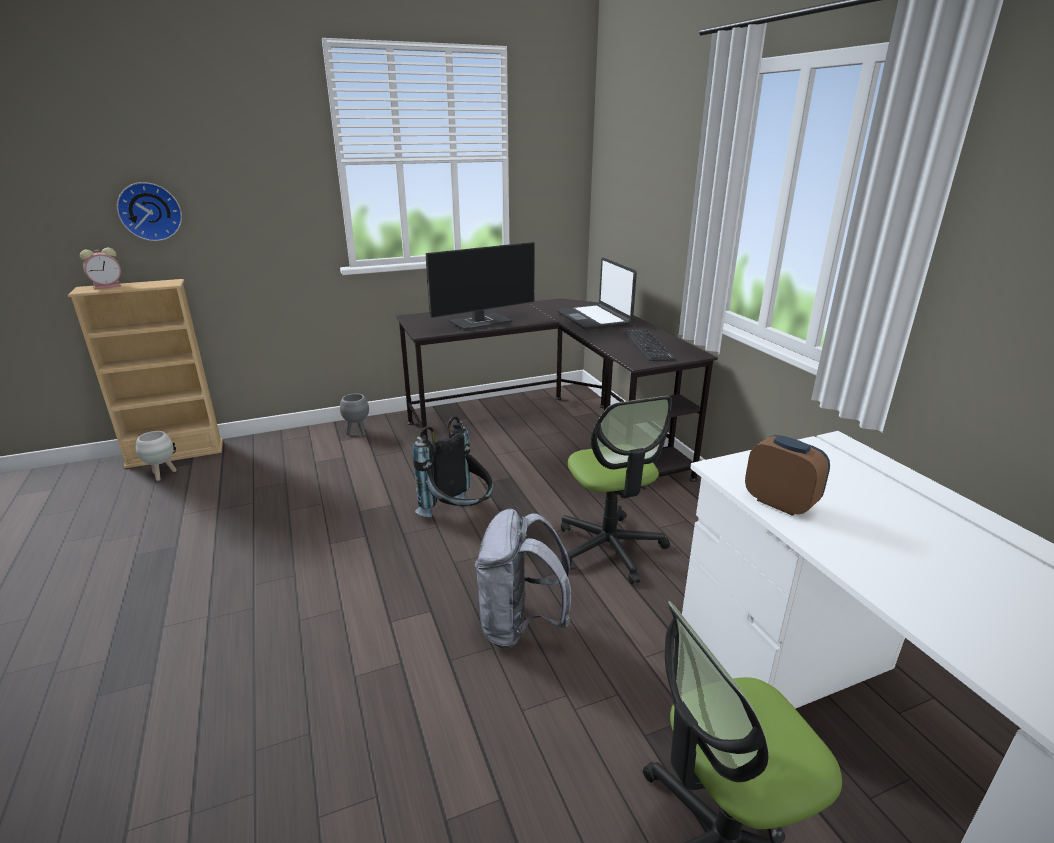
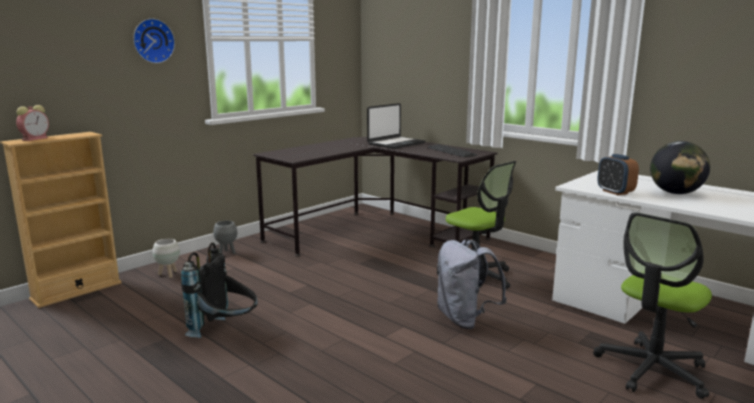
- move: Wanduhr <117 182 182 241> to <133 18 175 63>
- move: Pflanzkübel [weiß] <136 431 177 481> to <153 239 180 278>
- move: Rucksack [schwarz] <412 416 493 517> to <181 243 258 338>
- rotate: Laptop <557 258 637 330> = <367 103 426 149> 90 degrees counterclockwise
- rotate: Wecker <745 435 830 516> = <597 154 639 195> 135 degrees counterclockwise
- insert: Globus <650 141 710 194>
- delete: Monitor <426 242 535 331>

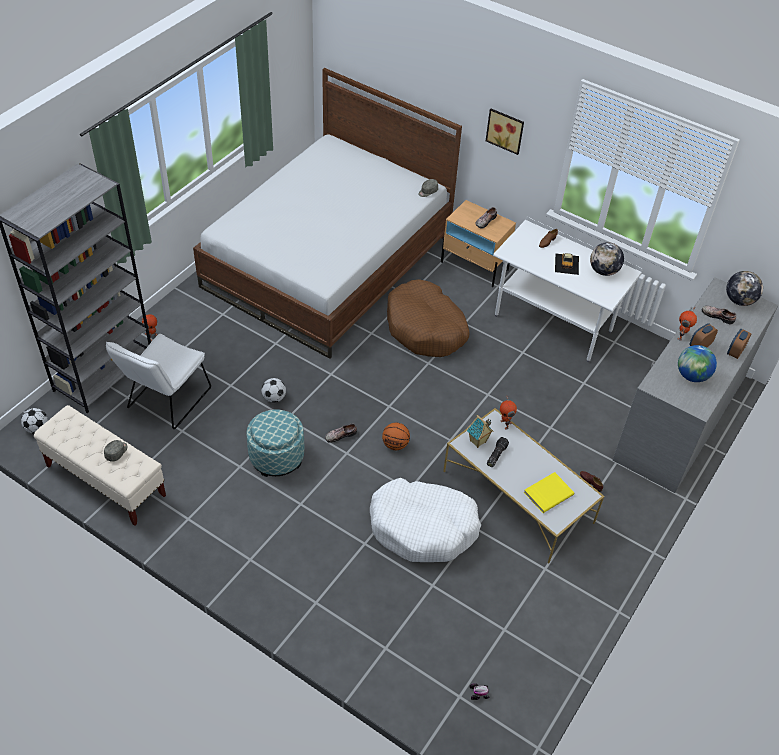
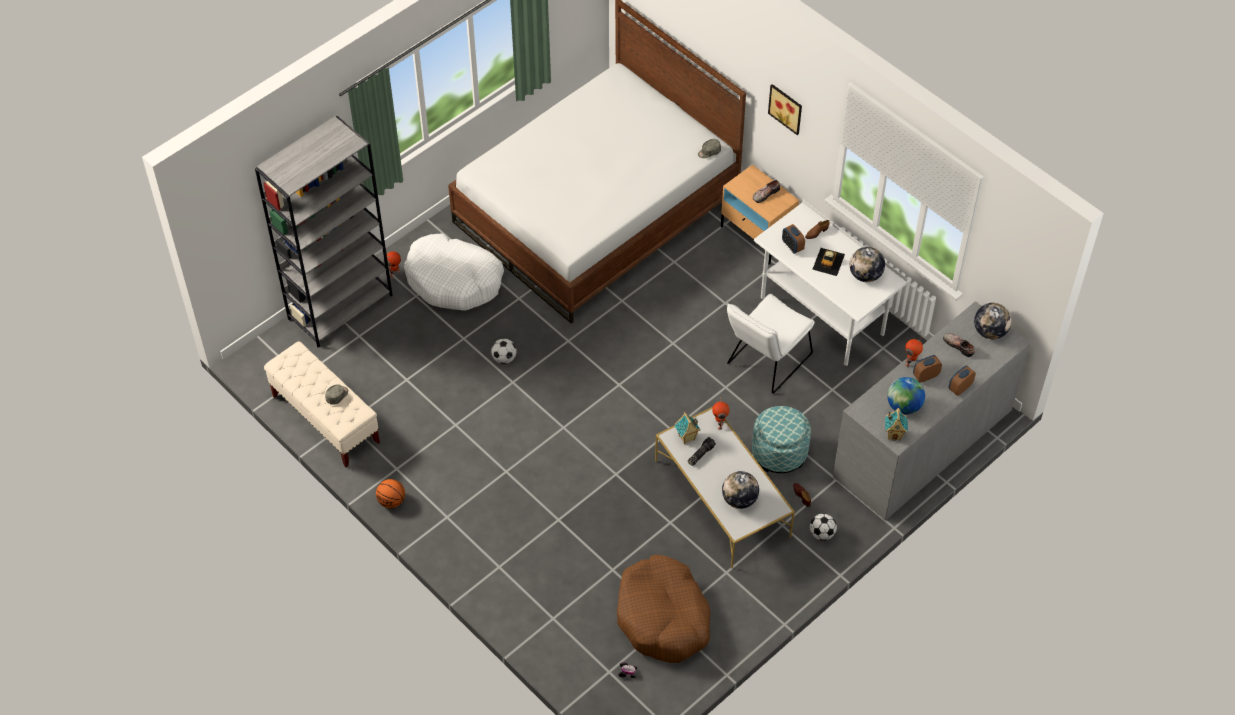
- move: Basketball <382 423 410 450> to <376 479 405 508>
- move: Hundebett [weiß] <370 478 481 562> to <404 233 504 311>
- move: Hundebett [braun] <387 279 469 357> to <617 555 711 663>
- replace: Buch [gelb] <524 472 574 513> to Globus <722 471 759 509>
- move: Stuhl [weiß] <106 334 211 429> to <727 294 815 393>
- move: Polsterhocker <247 409 304 477> to <752 406 811 473>
- insert: Wecker <782 224 805 254>
- move: Fußball <21 408 48 433> to <810 514 837 541>
- insert: Spielzeughaus <885 408 908 441>
- delete: Schuh <325 423 357 443>

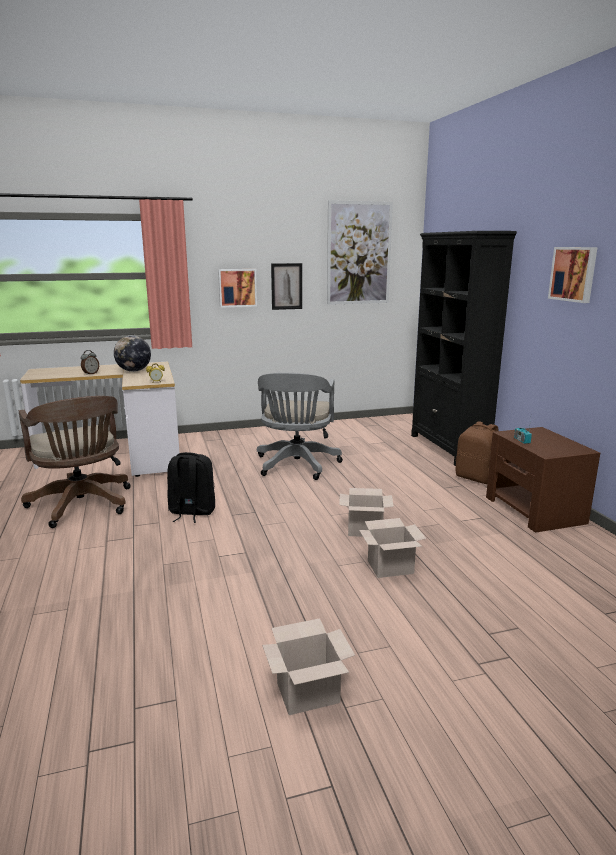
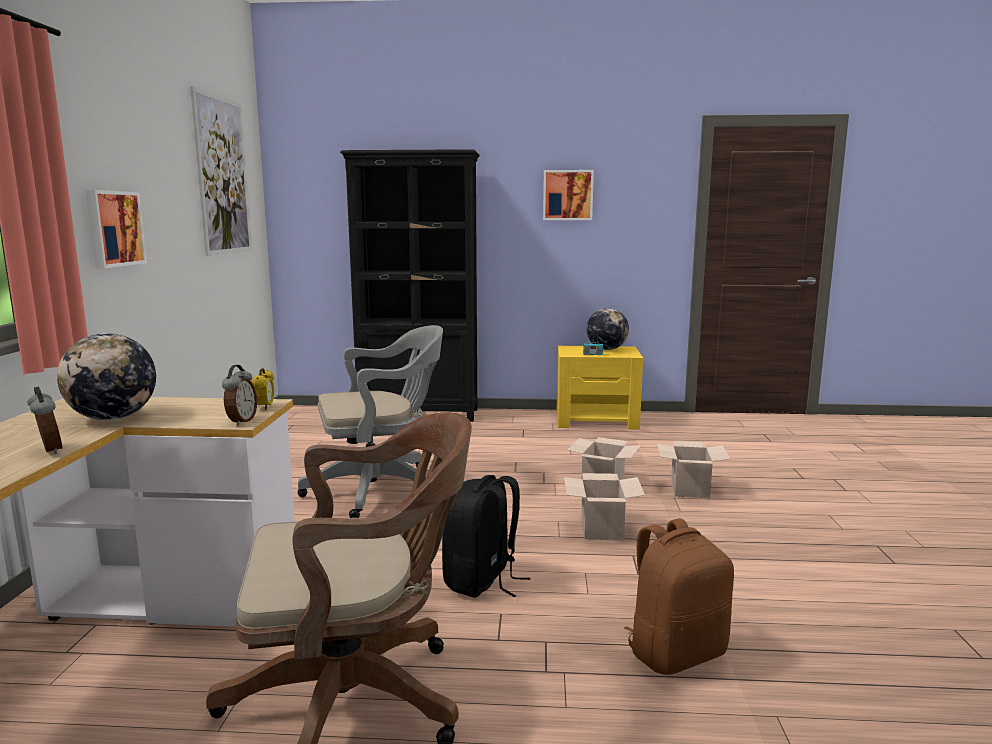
- insert: Wecker <222 365 257 426>
- rotate: Bürostuhl [grau] <257 373 343 480> = <298 325 443 518> 45 degrees counterclockwise
- recolor: Nachttisch [braun] <486 427 600 532> to Nachttisch [gelb] <557 346 643 430>
- move: Karton <262 619 355 715> to <564 473 645 540>
- insert: Globus <587 308 629 350>
- move: Rucksack [braun] <456 421 499 484> to <624 518 734 675>
- delete: Bild <271 263 302 310>

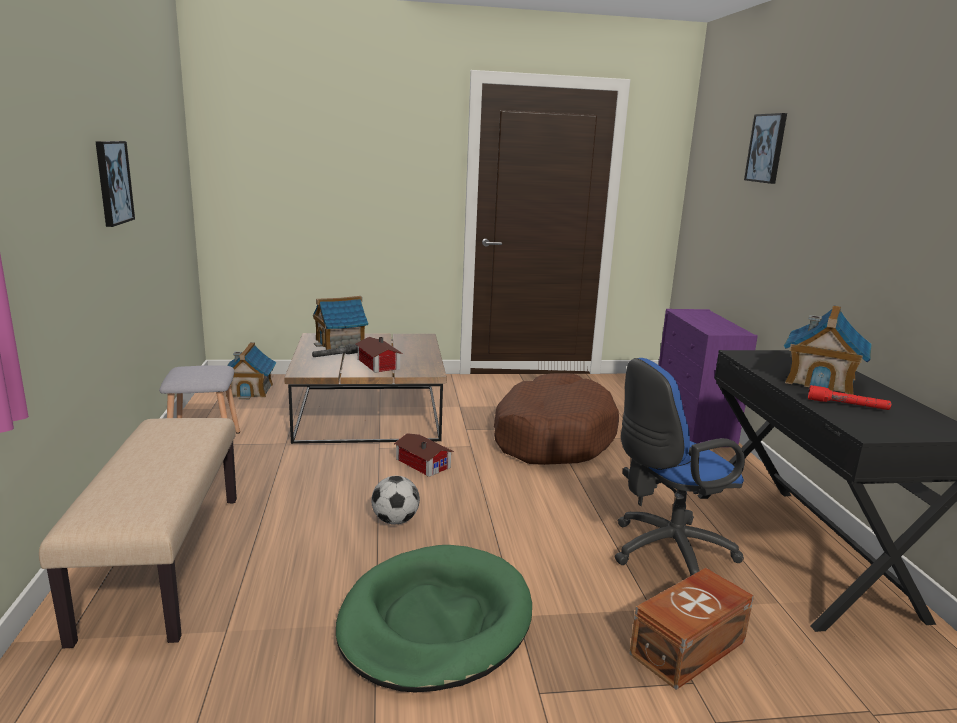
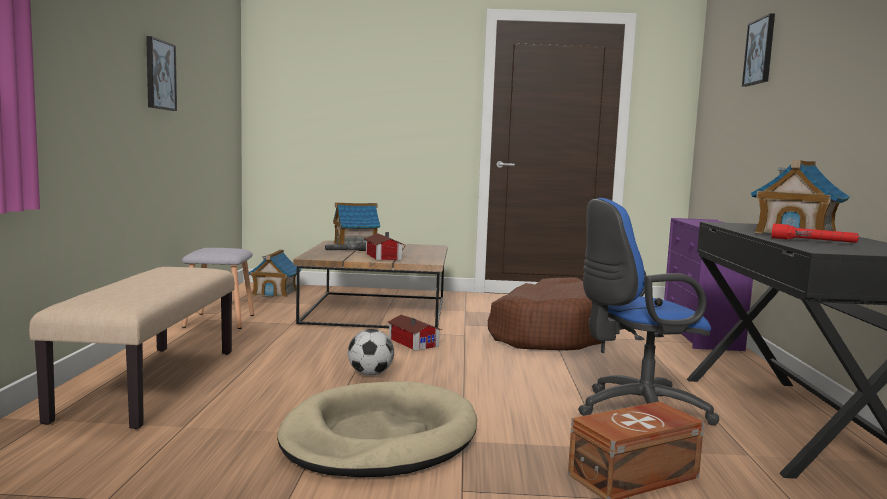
- recolor: Hundebett [grün] <336 545 532 693> to Hundebett [beige] <277 381 477 477>

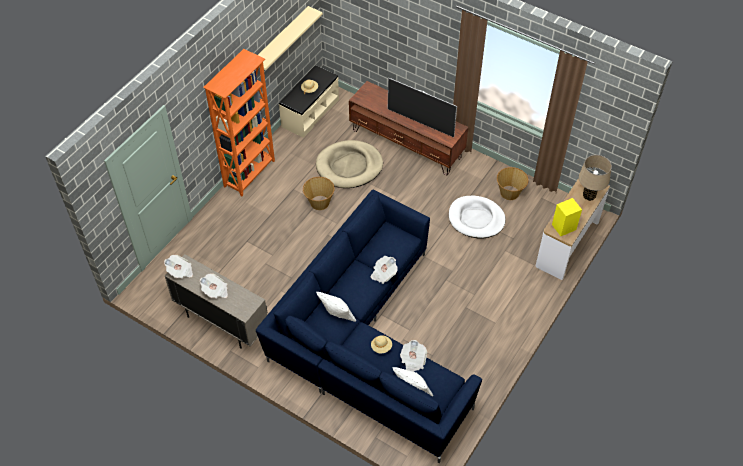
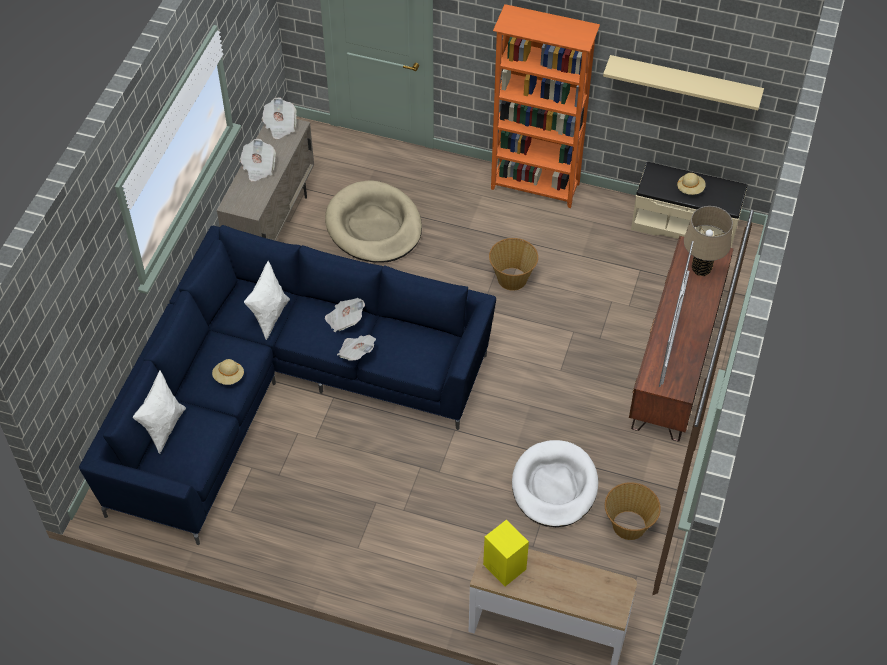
- move: Hundebett [beige] <316 140 383 188> to <325 180 422 263>
- move: Zeitung <400 340 427 372> to <325 298 365 332>
- move: Tischlampe [beige] <579 155 612 201> to <684 206 733 276>

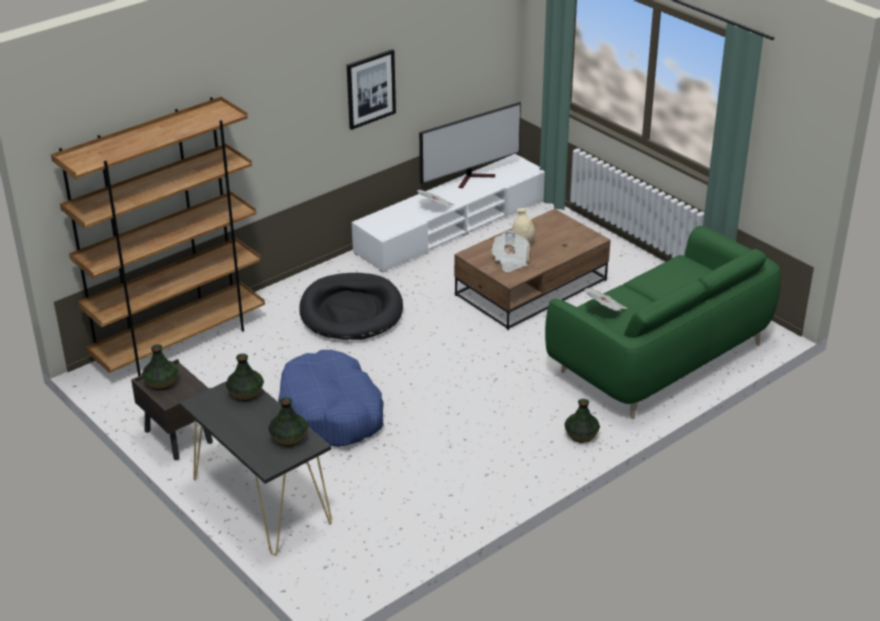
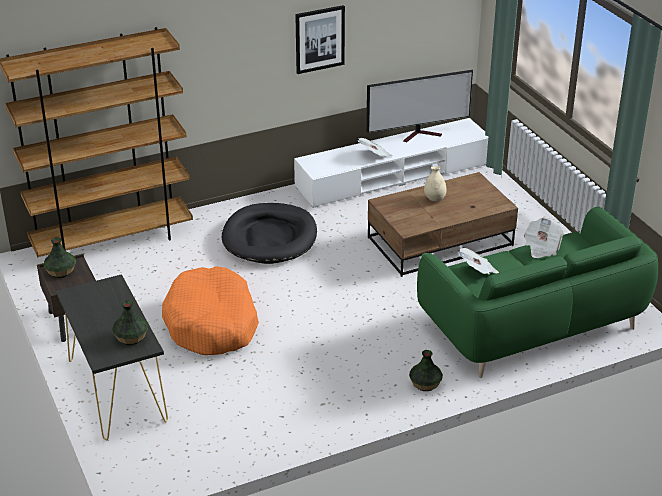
- recolor: Hundebett [blau] <278 350 384 447> to Hundebett [orange] <162 266 259 355>
- move: Zeitung <491 231 530 272> to <524 217 564 258>
- delete: Vase <226 354 264 401>

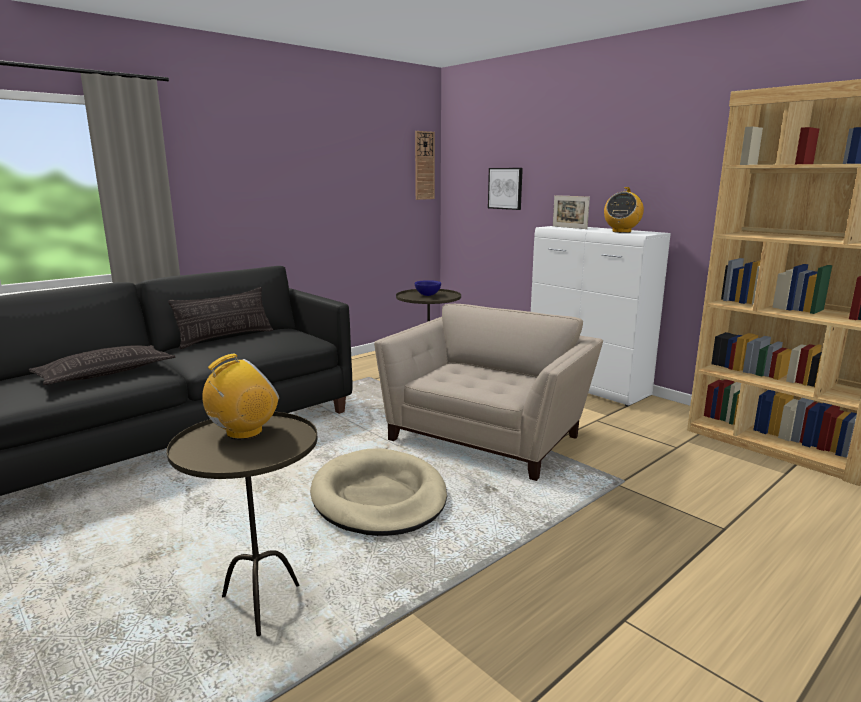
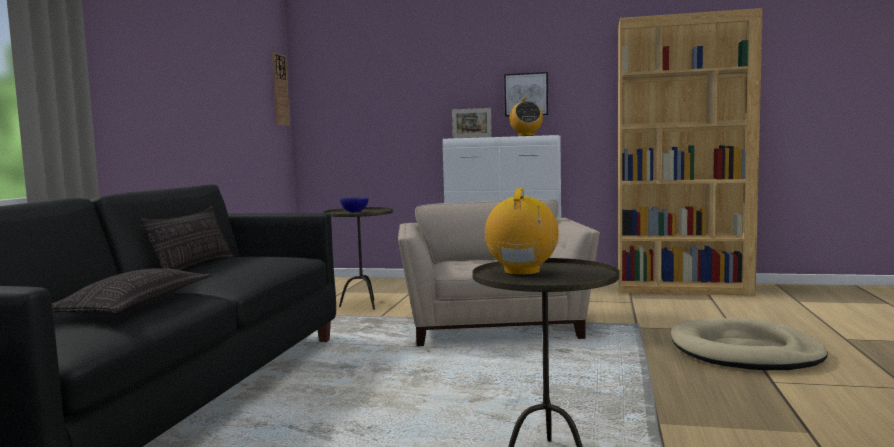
- move: Bild <488 168 523 210> to <504 72 548 117>
- move: Hundebett [beige] <310 448 447 536> to <671 318 828 370>

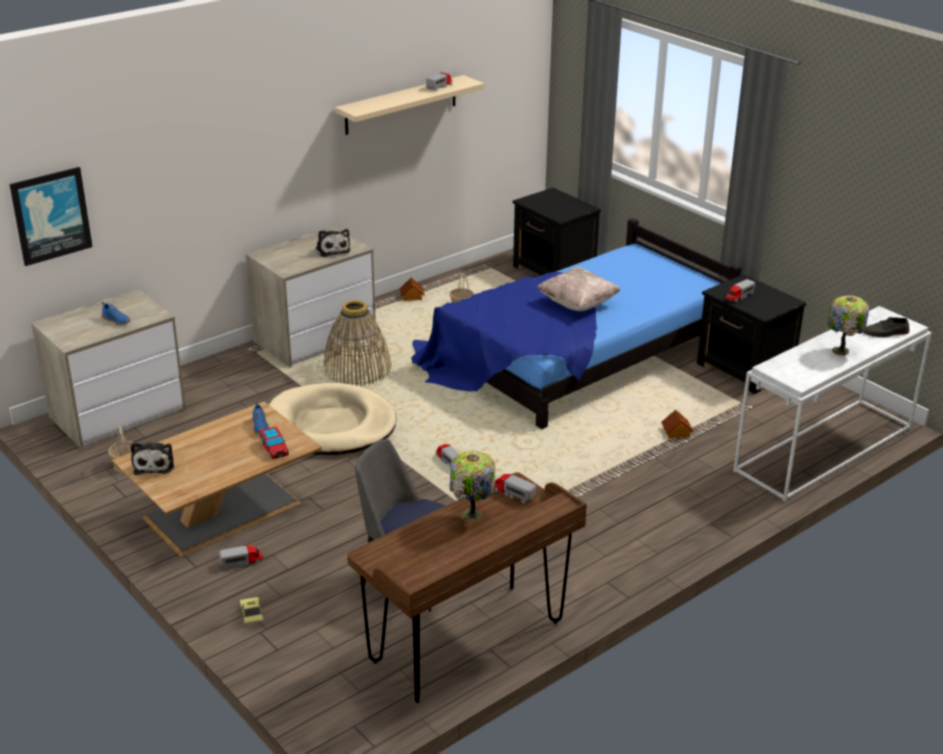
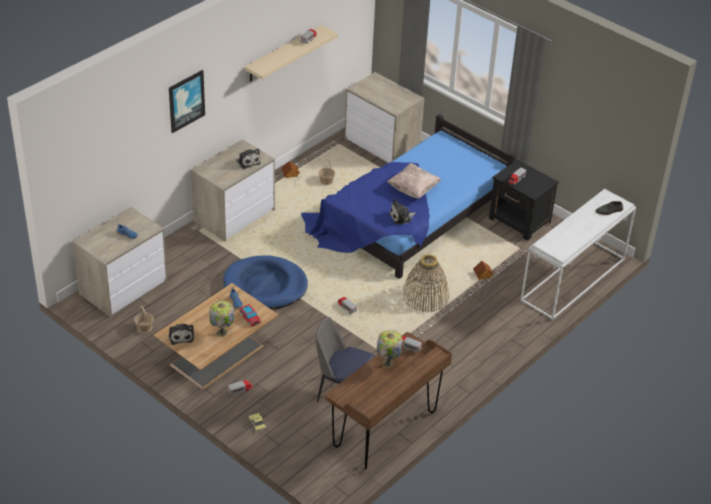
- move: Bild <9 167 93 266> to <169 70 205 133>
- move: Tischlampe <827 296 869 355> to <209 301 234 337>
- recolor: Hundebett [beige] <269 383 397 455> to Hundebett [blau] <223 255 308 309>
- replace: Nachttisch [schwarz] <512 188 601 275> to Kommode <344 72 425 163>
- insert: Plüschtier <389 199 416 225>
- move: Korb <323 300 391 386> to <403 254 449 313>

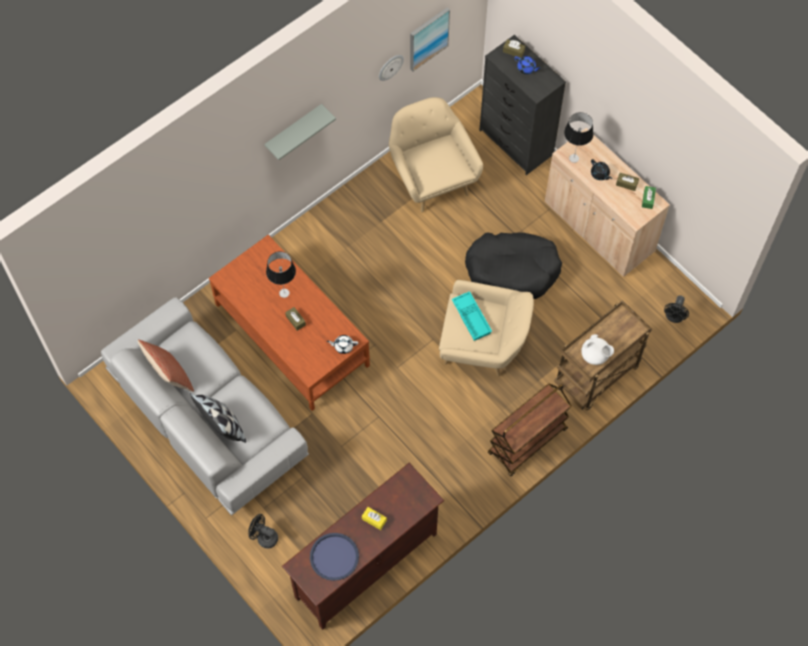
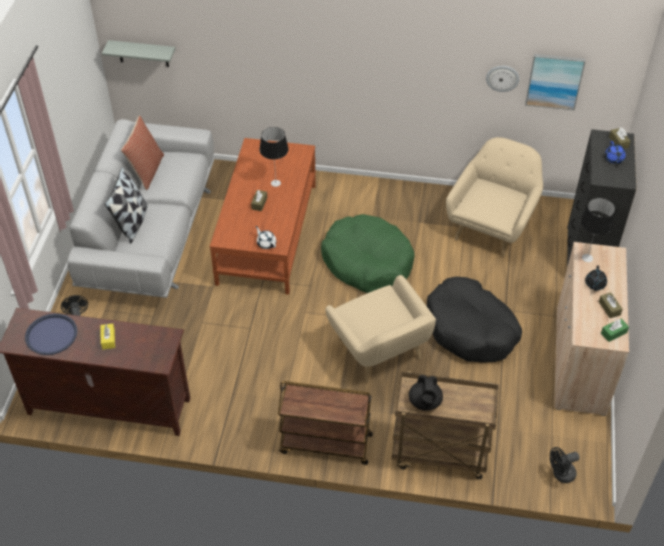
- move: Wandregal [grau] <264 104 336 160> to <102 40 175 67>
- insert: Hundebett [grün] <321 214 415 293>
- recolor: Teekanne [weiß] <581 334 614 365> to Teekanne [schwarz] <409 375 443 411>
- delete: Tablett [türkis] <452 291 492 341>

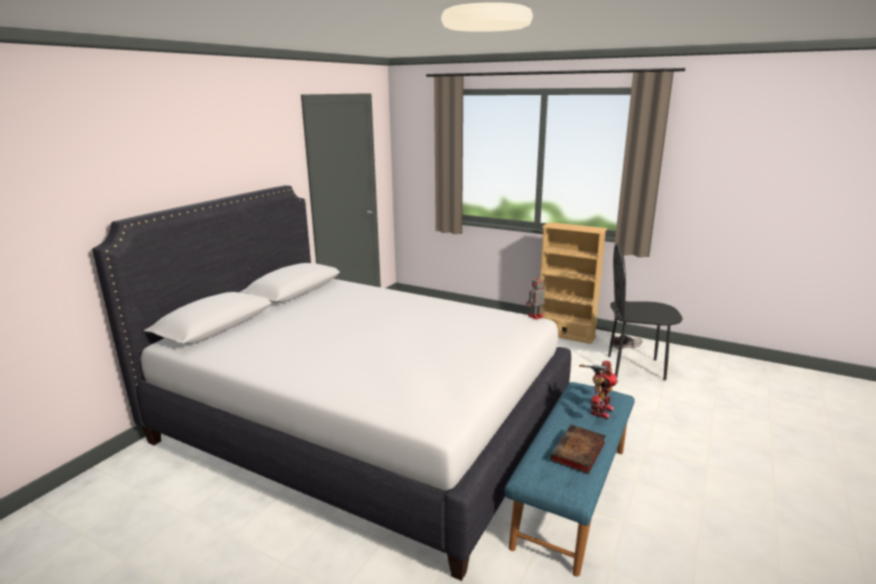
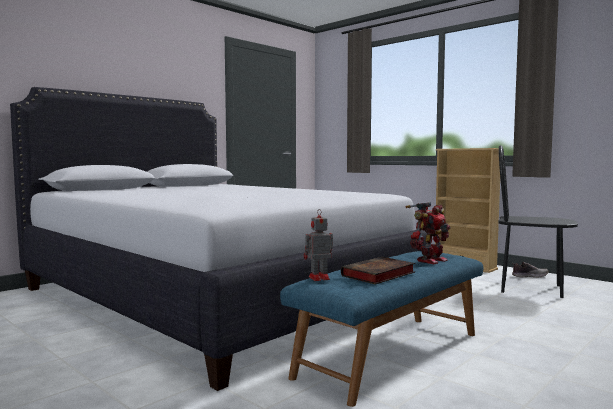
- move: Spielzeugroboter <526 274 545 320> to <304 210 333 281>

